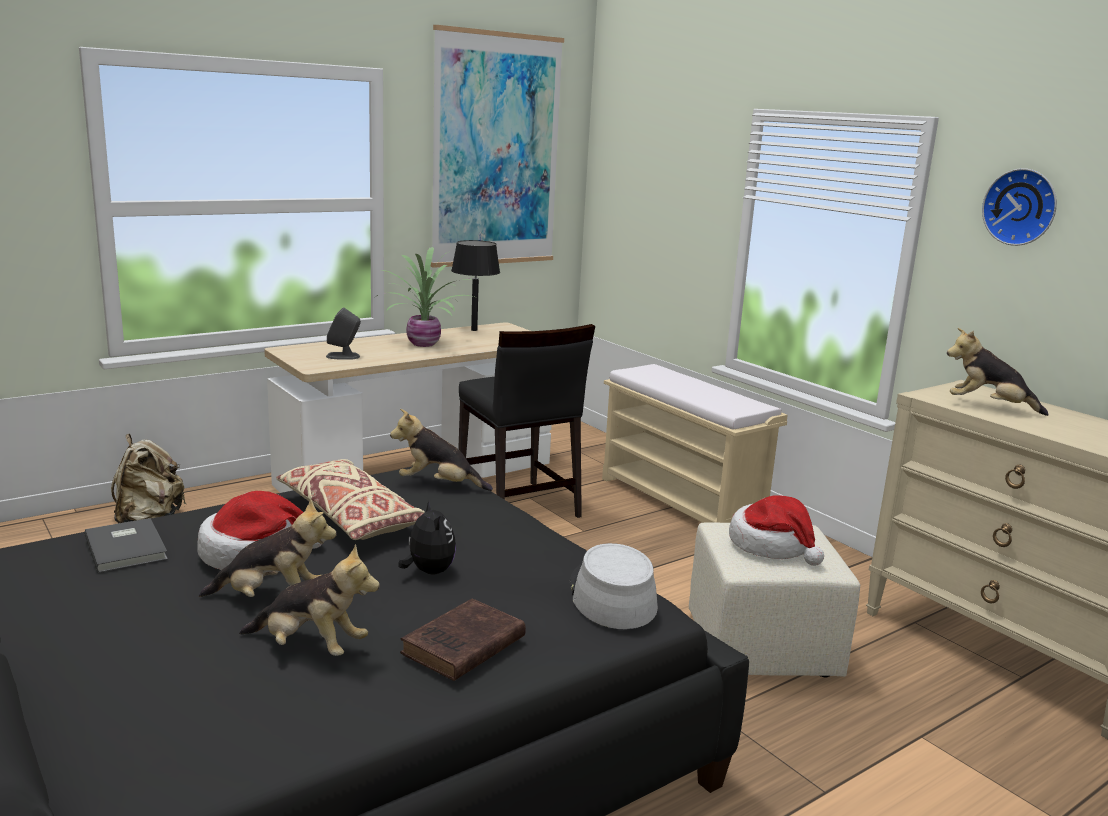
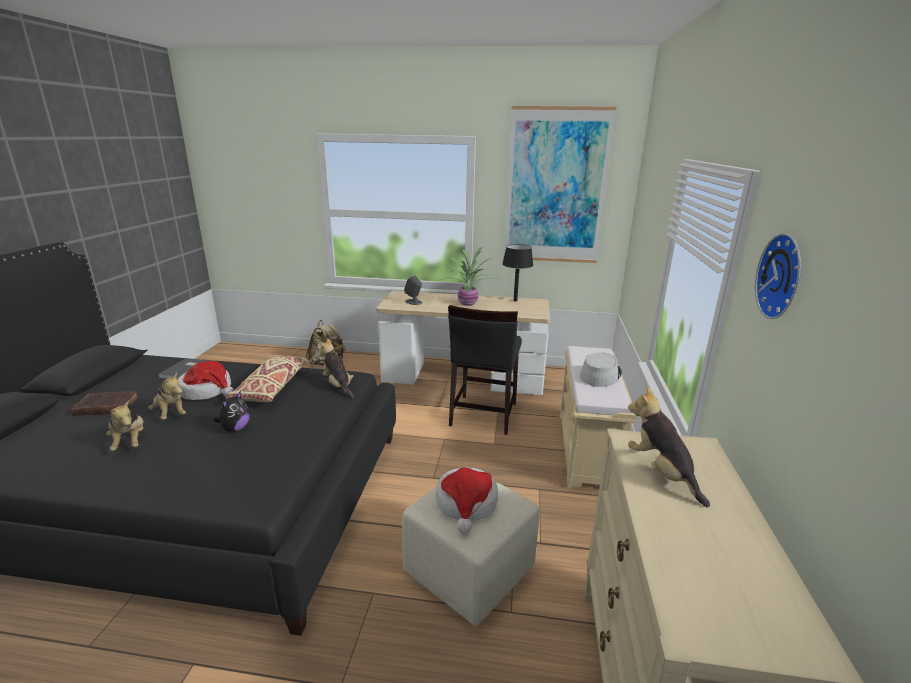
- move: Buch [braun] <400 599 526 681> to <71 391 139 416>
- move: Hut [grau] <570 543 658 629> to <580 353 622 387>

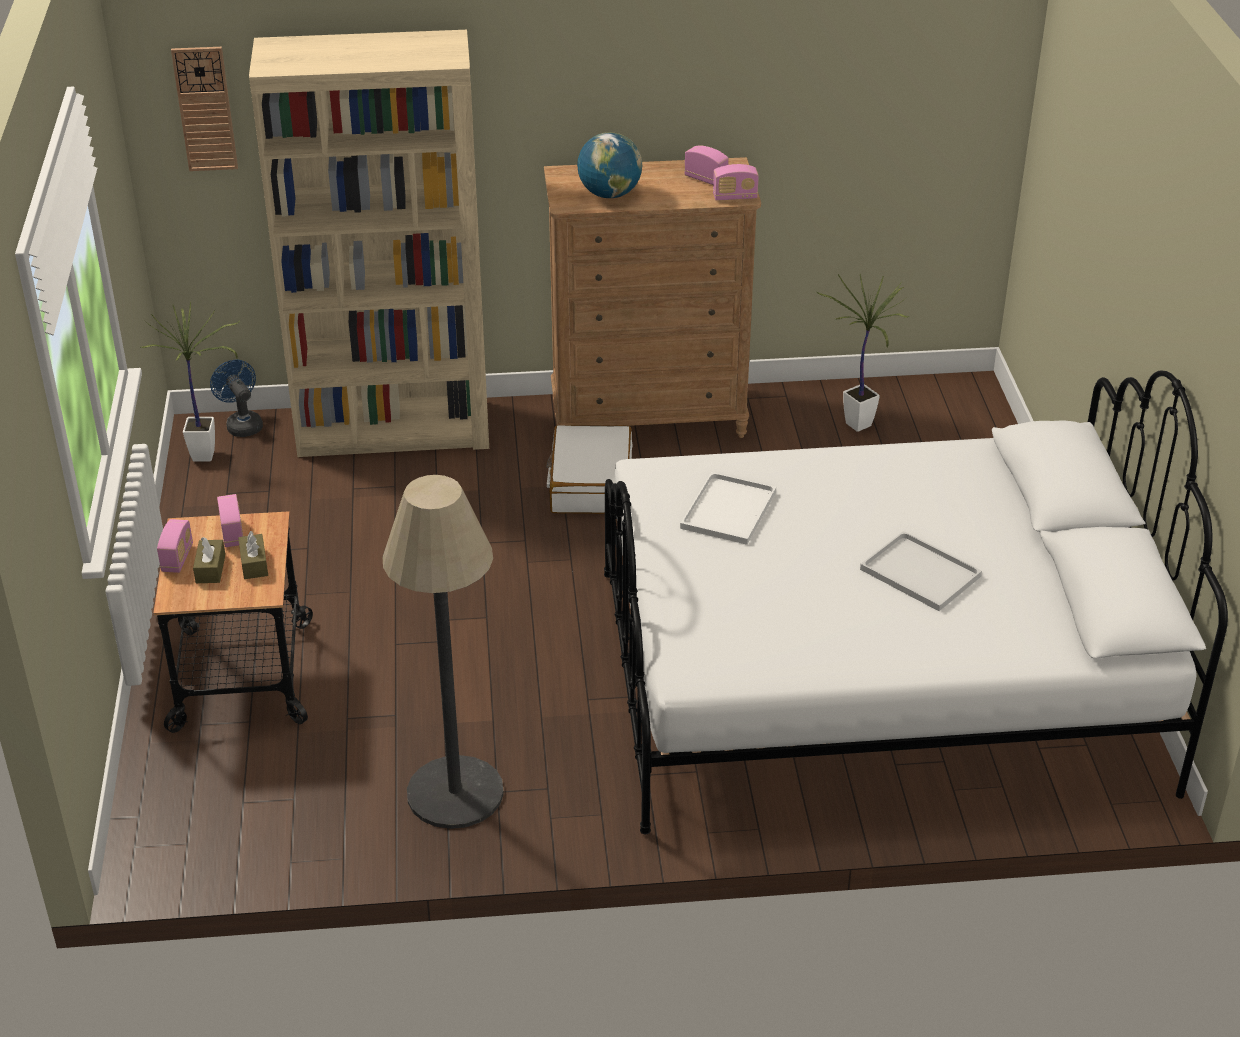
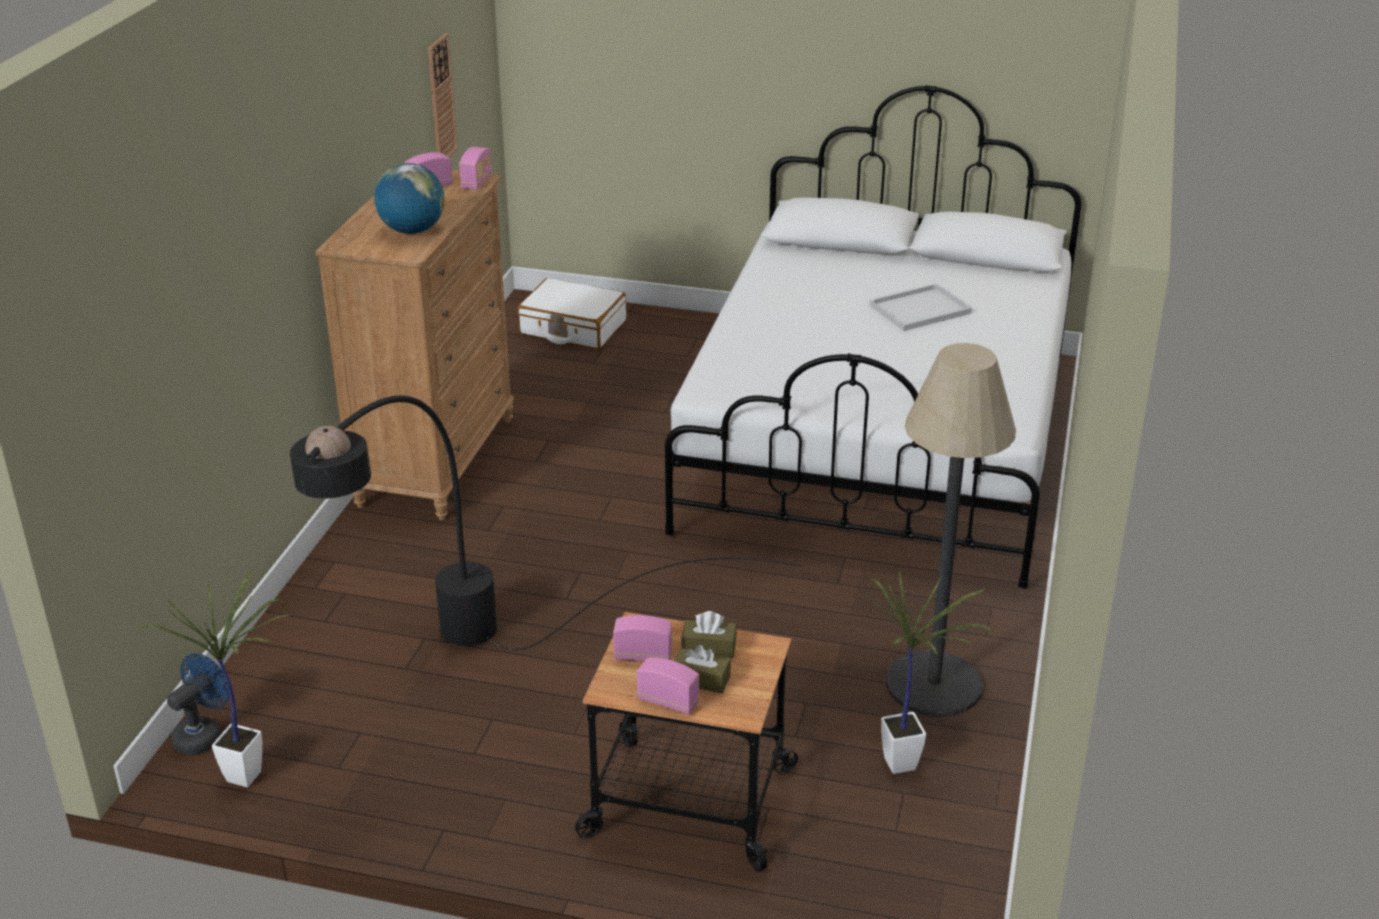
- rotate: Ventilator [blau] <210 360 263 437> = <167 653 229 755> 135 degrees clockwise
- insert: Stehlampe [schwarz] <290 396 802 650>
- move: Wanduhr <171 47 238 171> to <428 33 458 158>
- move: Koffer [weiß] <546 425 633 514> to <517 278 626 349>
- move: Topfpflanze <816 274 909 432> to <869 570 992 774>
- delete: Bücherregal [beige] <249 30 489 457>
- delete: Tablett [weiß] <680 472 776 545>

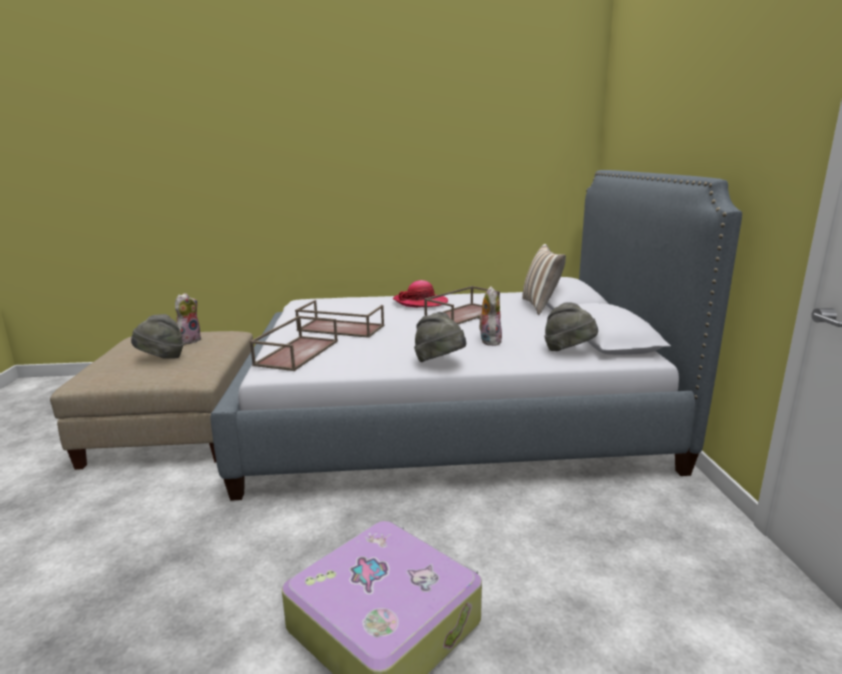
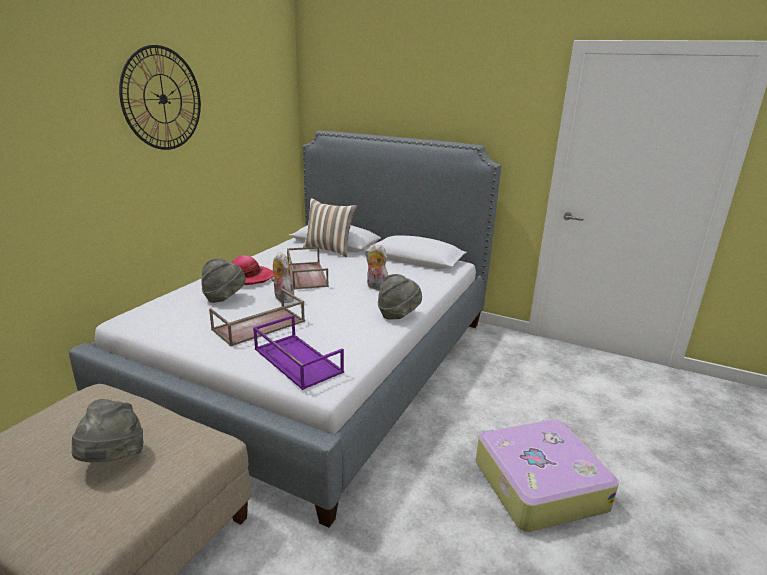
- insert: Wanduhr <119 45 201 150>
- move: Hut [grau] <544 302 598 351> to <201 259 246 303>
- recolor: Tablett [braun] <250 316 338 371> to Tablett [lila] <253 315 344 390>
- move: Plüschtier <175 293 201 345> to <271 252 294 303>

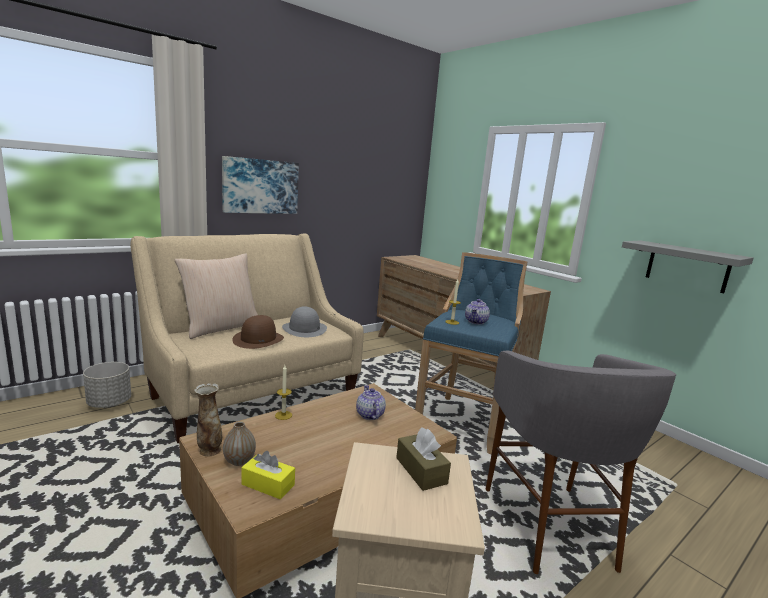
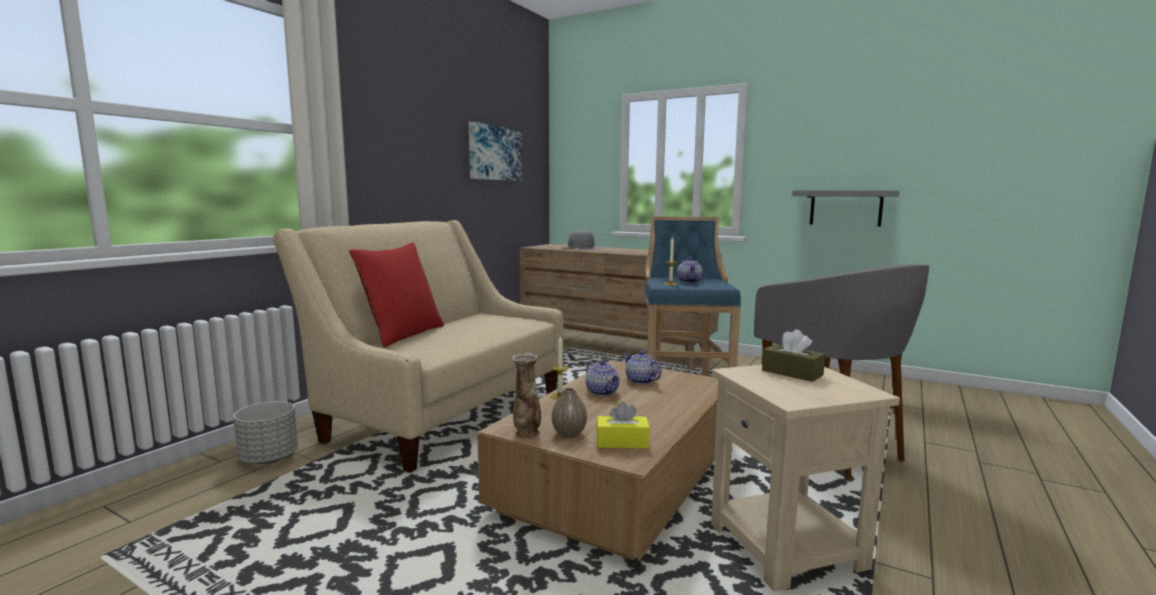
- recolor: Kissen [beige] <174 253 258 339> to Kissen [rot] <349 242 444 348>
- move: Bild <222 156 299 214> to <469 122 522 181>
- move: Hut [grau] <282 306 327 337> to <566 230 601 250>
- insert: Teekanne <586 360 620 396>
- delete: Hut [braun] <232 315 284 349>

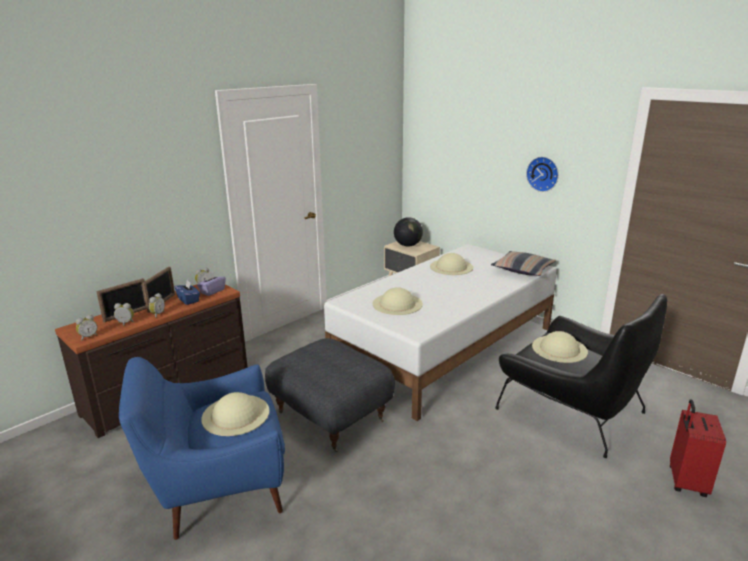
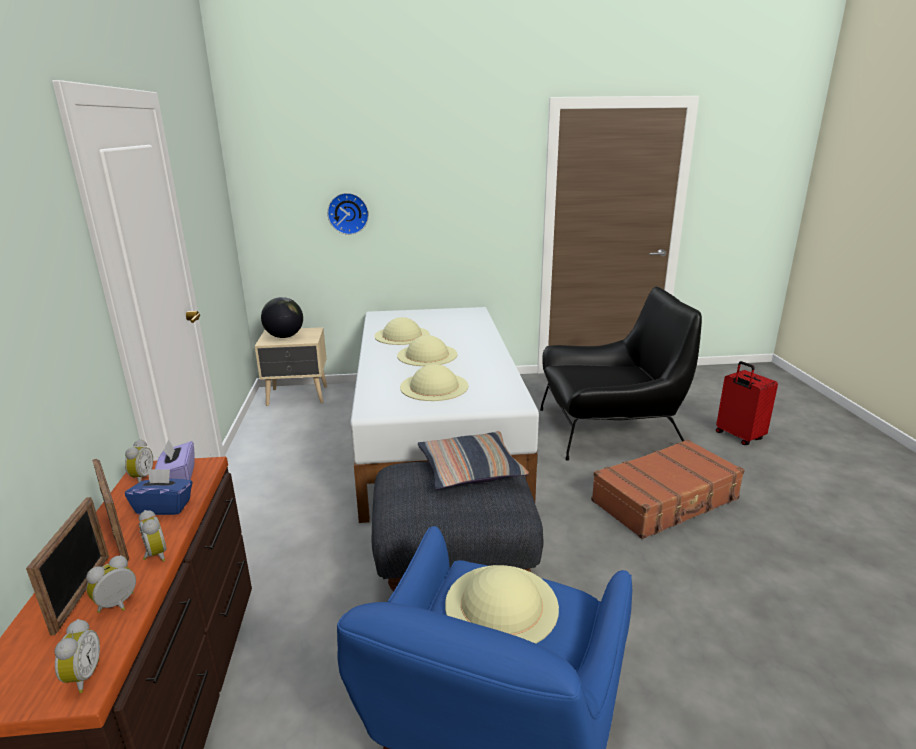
- move: Wanduhr <526 157 559 192> to <327 193 369 235>
- move: Hut [beige] <532 331 588 363> to <397 335 458 366>
- move: Kissen <491 251 556 276> to <418 431 529 489>
- insert: Koffer [braun] <591 439 745 539>

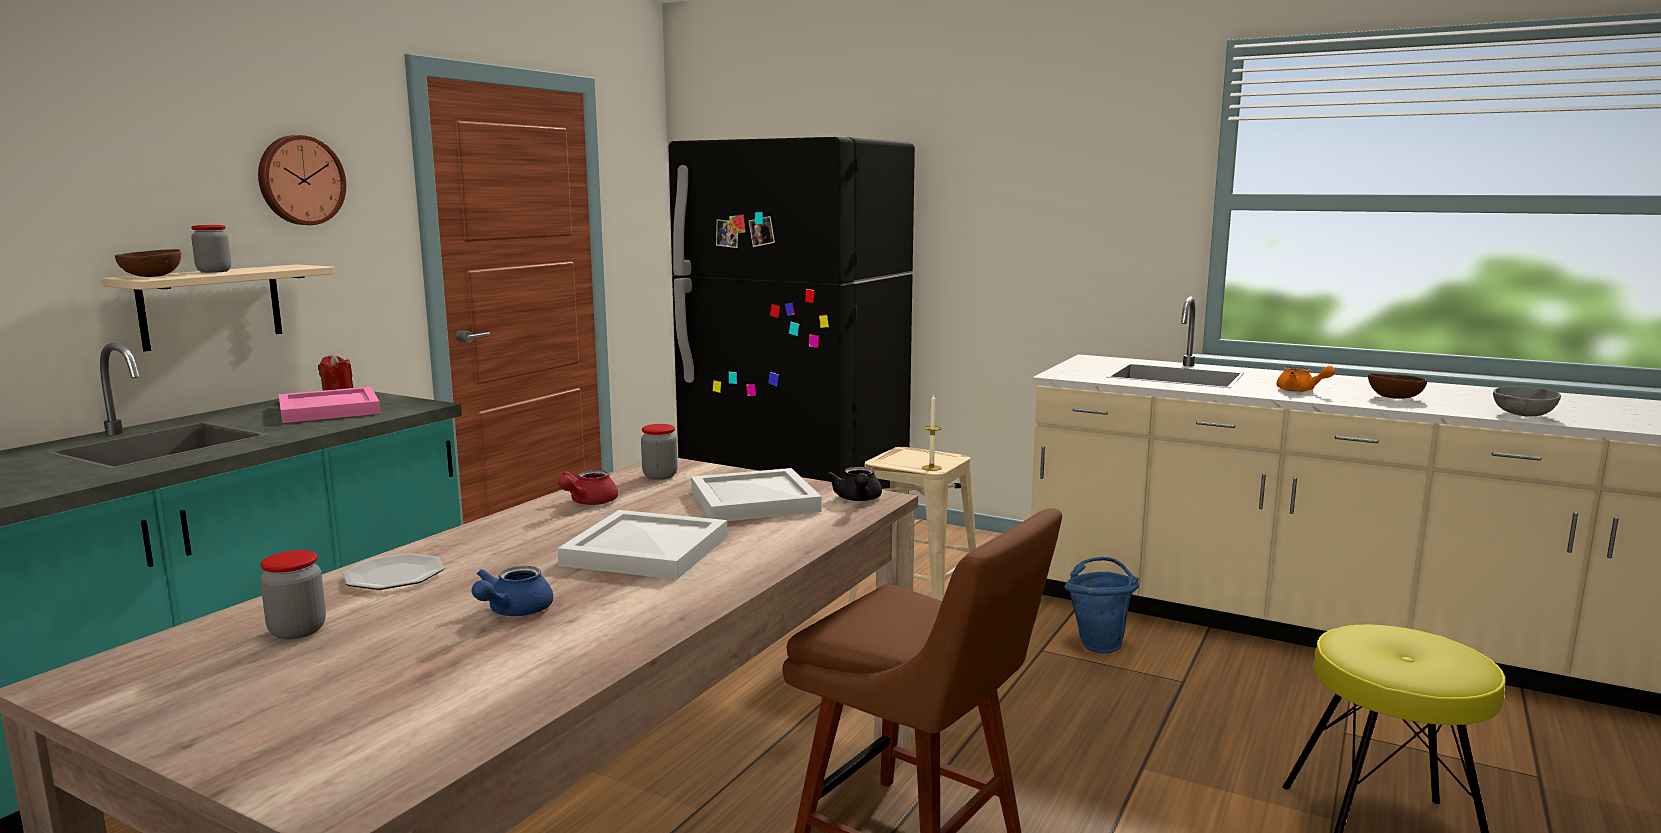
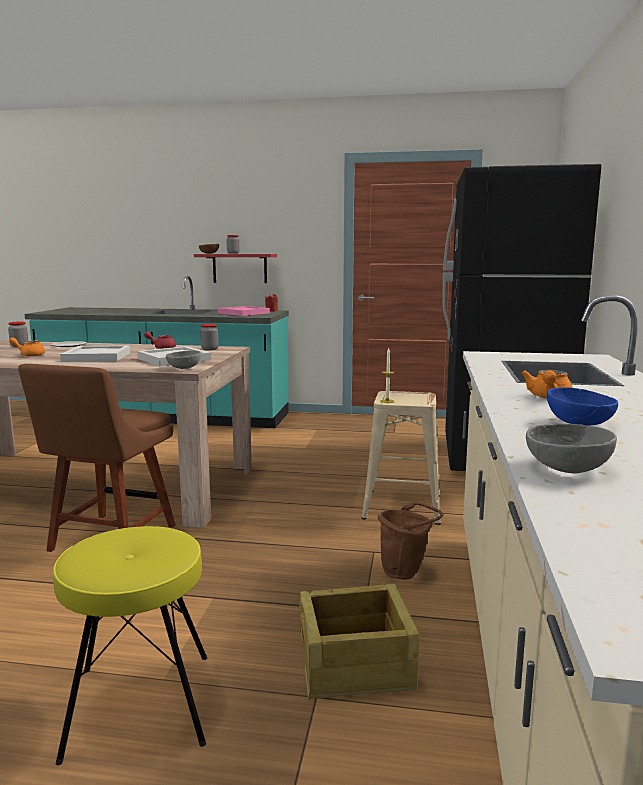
- recolor: Teekanne [blau] <471 566 553 616> to Teekanne [orange] <9 337 45 356>
- replace: Teekanne [schwarz] <827 467 882 501> to Schüssel [grau] <166 351 201 369>
- recolor: Wandregal [beige] <101 264 335 352> to Wandregal [rot] <194 254 277 283>
- insert: Kiste <299 584 419 700>
- recolor: Eimer [blau] <1064 557 1139 653> to Eimer [braun] <378 502 443 580>
- recolor: Schüssel [braun] <1368 373 1427 399> to Schüssel [blau] <547 387 618 426>
- delete: Wanduhr <258 135 346 225>

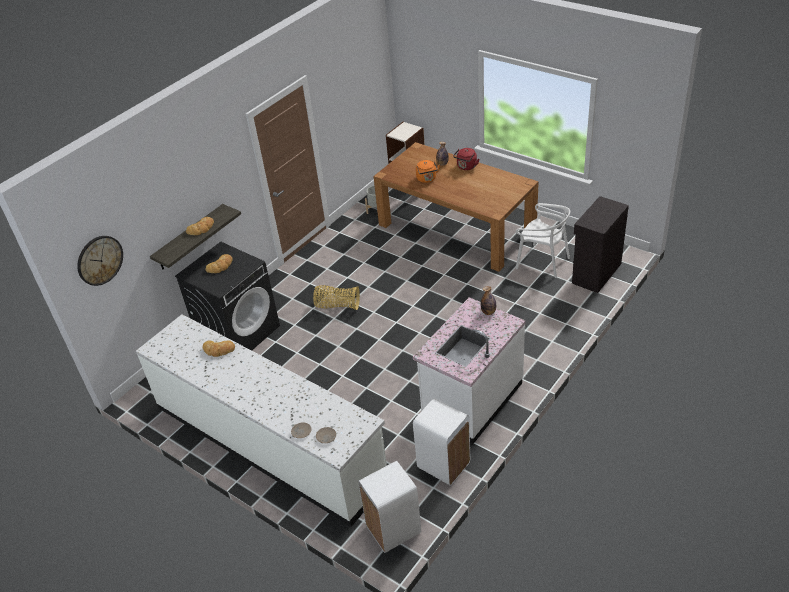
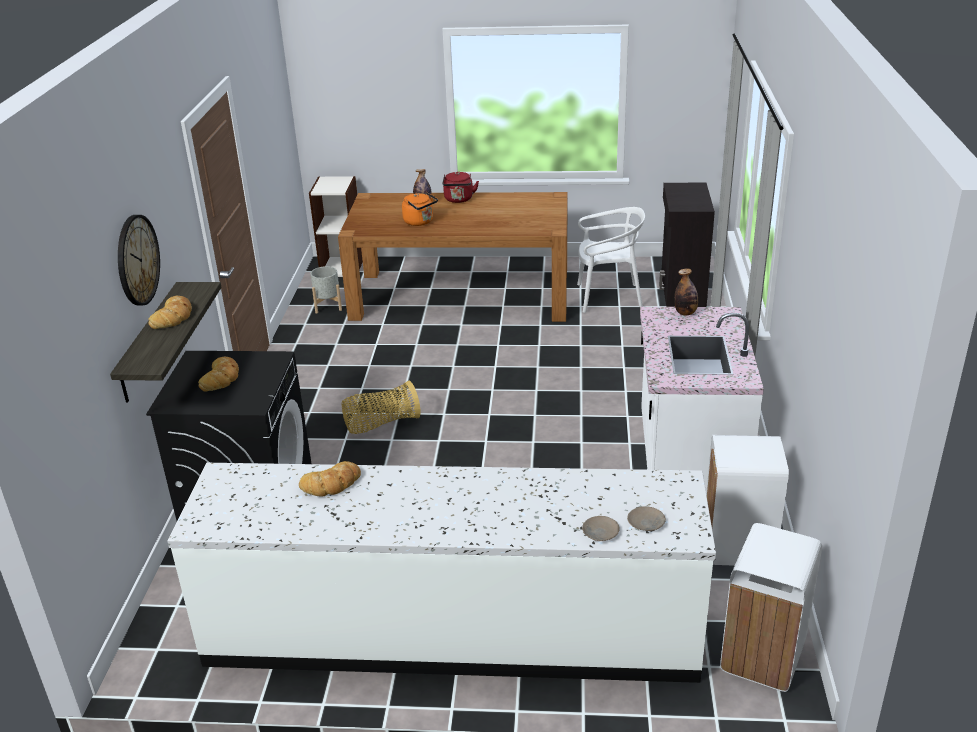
- move: Wanduhr <77 236 123 286> to <118 215 160 306>

